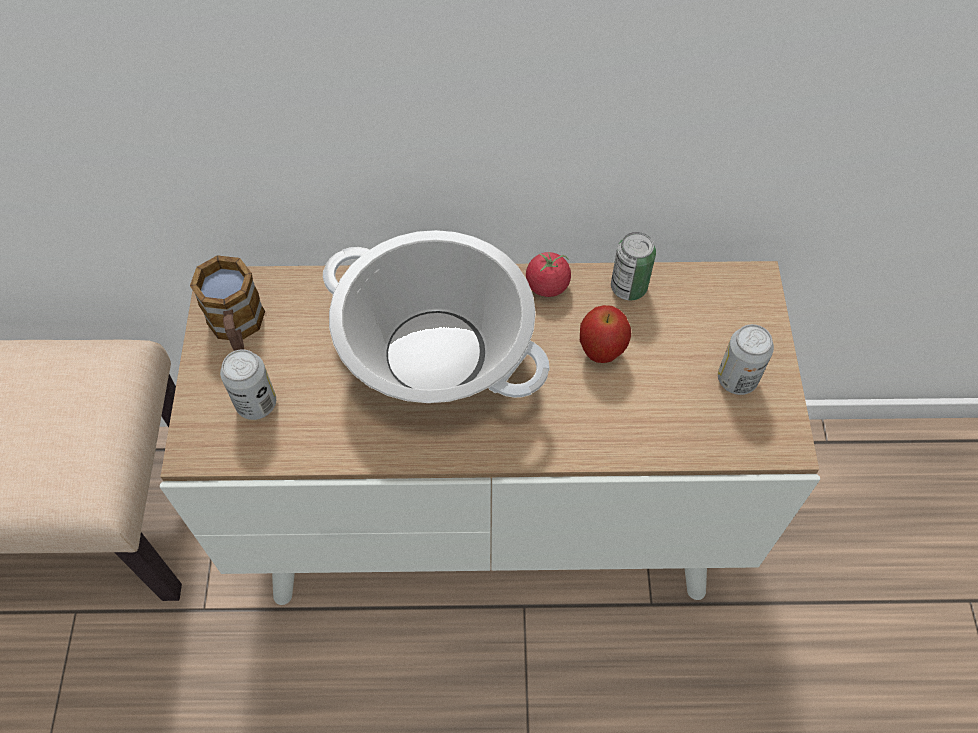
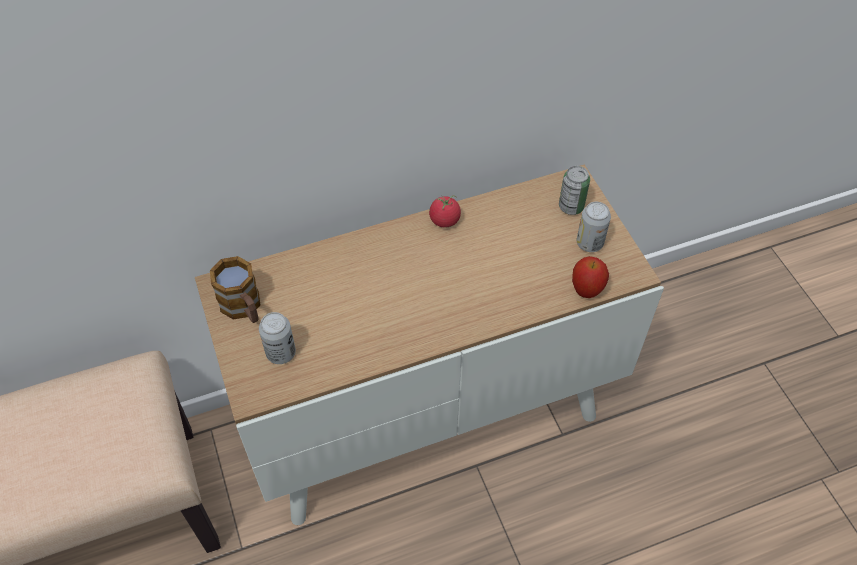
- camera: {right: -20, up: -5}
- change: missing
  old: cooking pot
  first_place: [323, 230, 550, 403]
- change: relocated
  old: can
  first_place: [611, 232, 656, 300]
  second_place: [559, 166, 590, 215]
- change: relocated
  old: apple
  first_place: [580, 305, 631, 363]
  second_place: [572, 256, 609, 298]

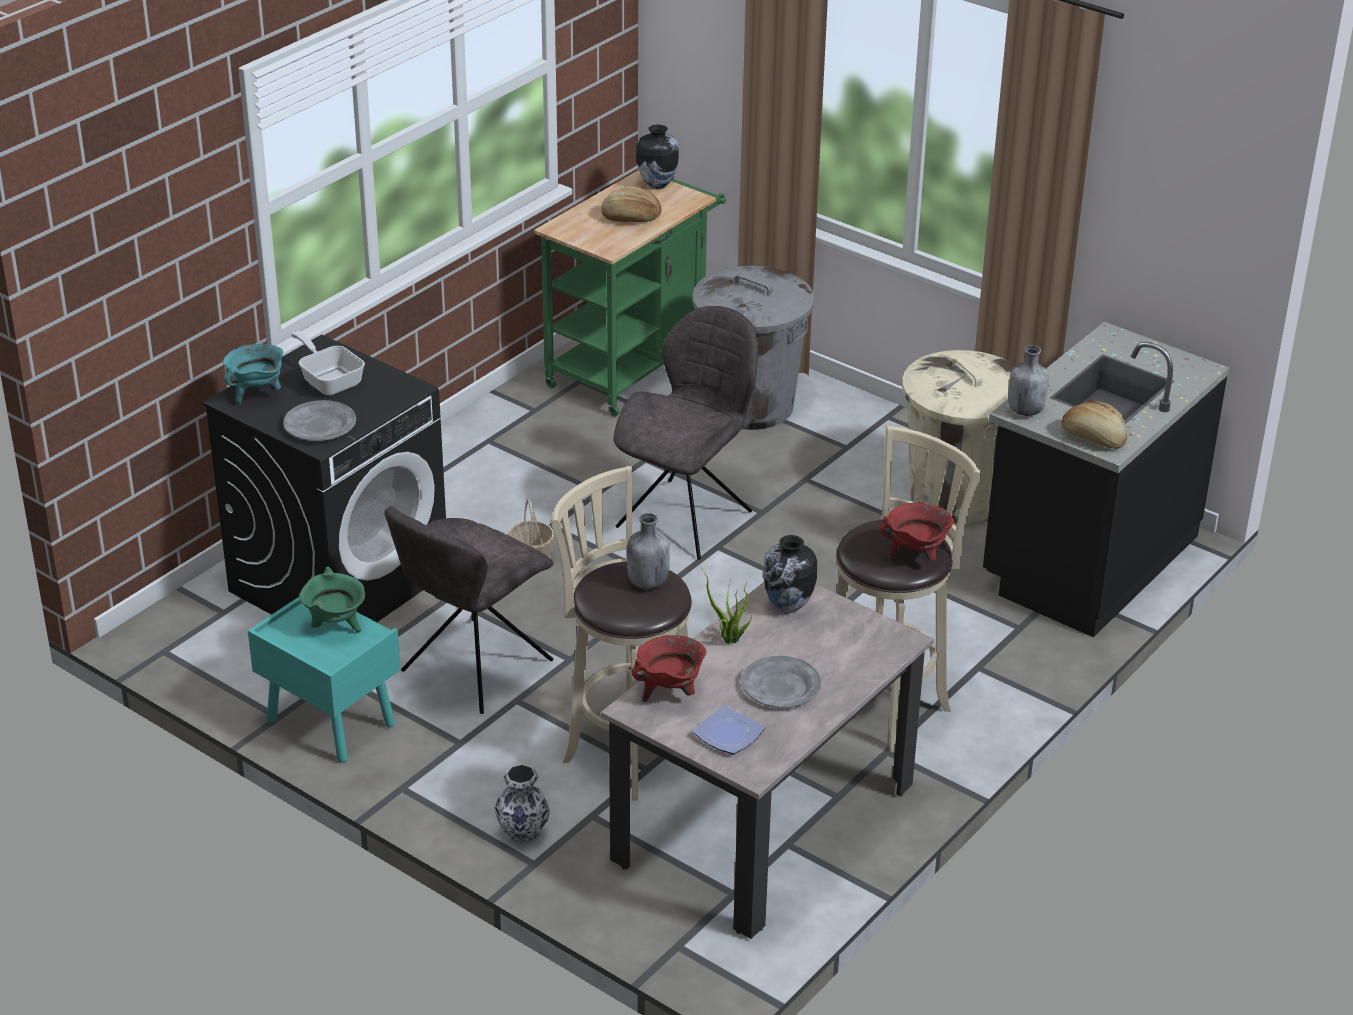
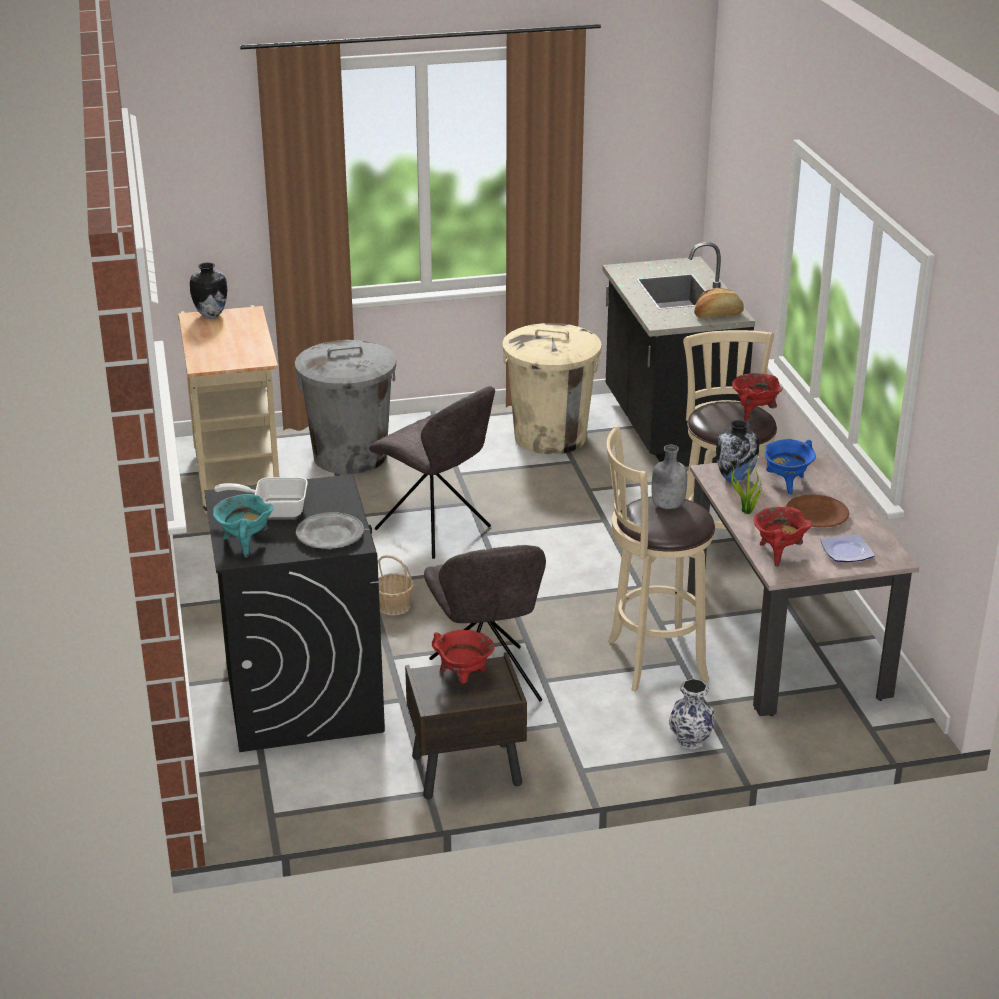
- camera: {right: -50, up: -5}
- change: colour
  old: green cart
  new: beige cart
  first_place: [534, 170, 726, 417]
  second_place: [178, 305, 279, 514]
- change: missing
  old: bread
  first_place: [601, 186, 662, 222]
- change: spun
  old: grey chair
  first_place: [613, 306, 758, 560]
  second_place: [369, 386, 495, 559]
  degrees: 150
- change: missing
  old: grey bottle
  first_place: [1008, 345, 1049, 416]
- change: colour
  old: green cooking pot
  new: red cooking pot
  first_place: [299, 566, 365, 632]
  second_place: [432, 630, 495, 683]
- change: colour
  old: turquoise nightstand
  new: brown nightstand
  first_place: [248, 597, 401, 763]
  second_place: [405, 652, 527, 799]
- change: colour
  old: grey plate
  new: brown plate
  first_place: [741, 656, 822, 708]
  second_place: [786, 495, 849, 528]
- change: appeared
  new: blue cooking pot
  second_place: [765, 439, 816, 494]

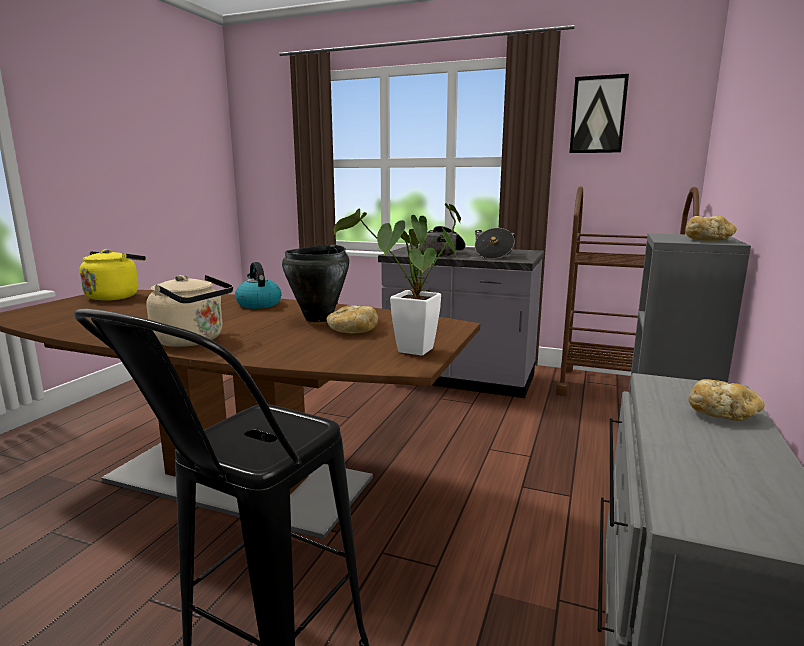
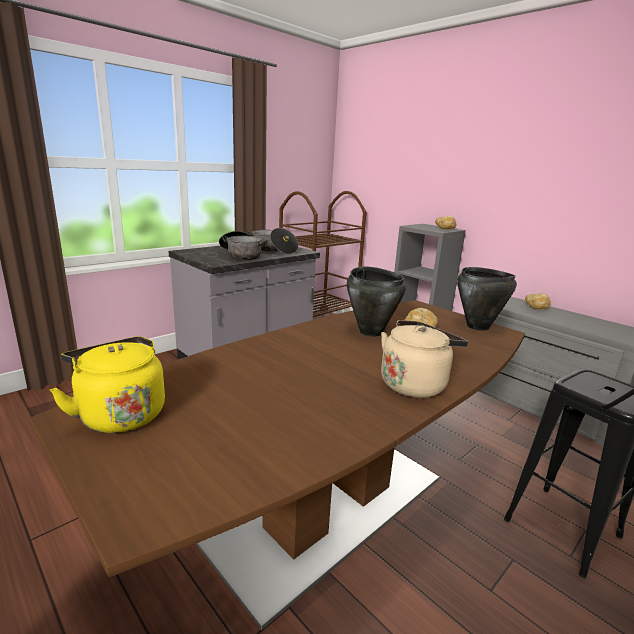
- camera: {right: -65, up: 5}
- change: missing
  old: picture
  first_place: [569, 74, 629, 153]
- change: exchanged
  old: potted plant
  new: black cooking pot
  first_place: [333, 203, 461, 356]
  second_place: [457, 267, 517, 331]
- change: missing
  old: kettle
  first_place: [235, 262, 282, 309]

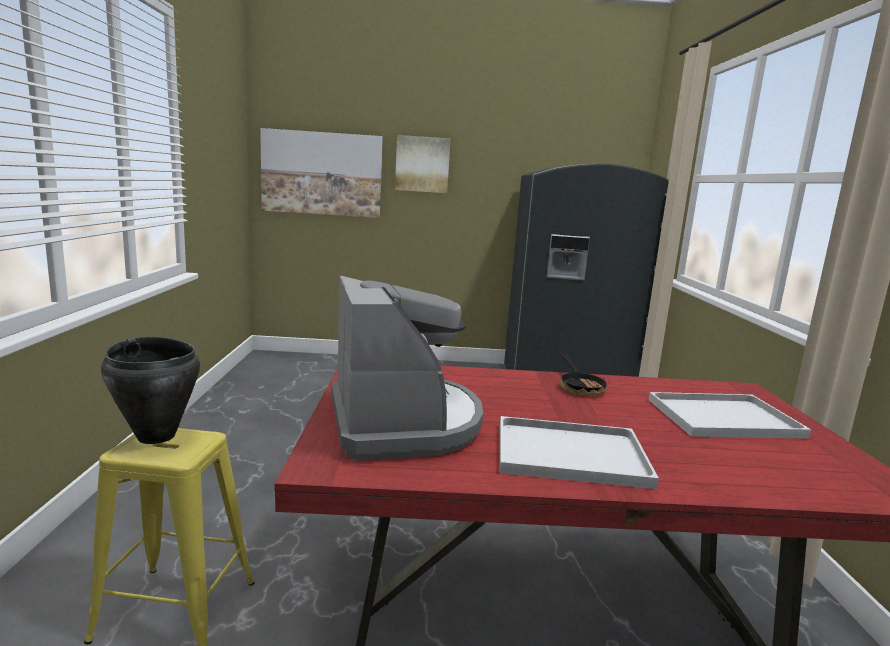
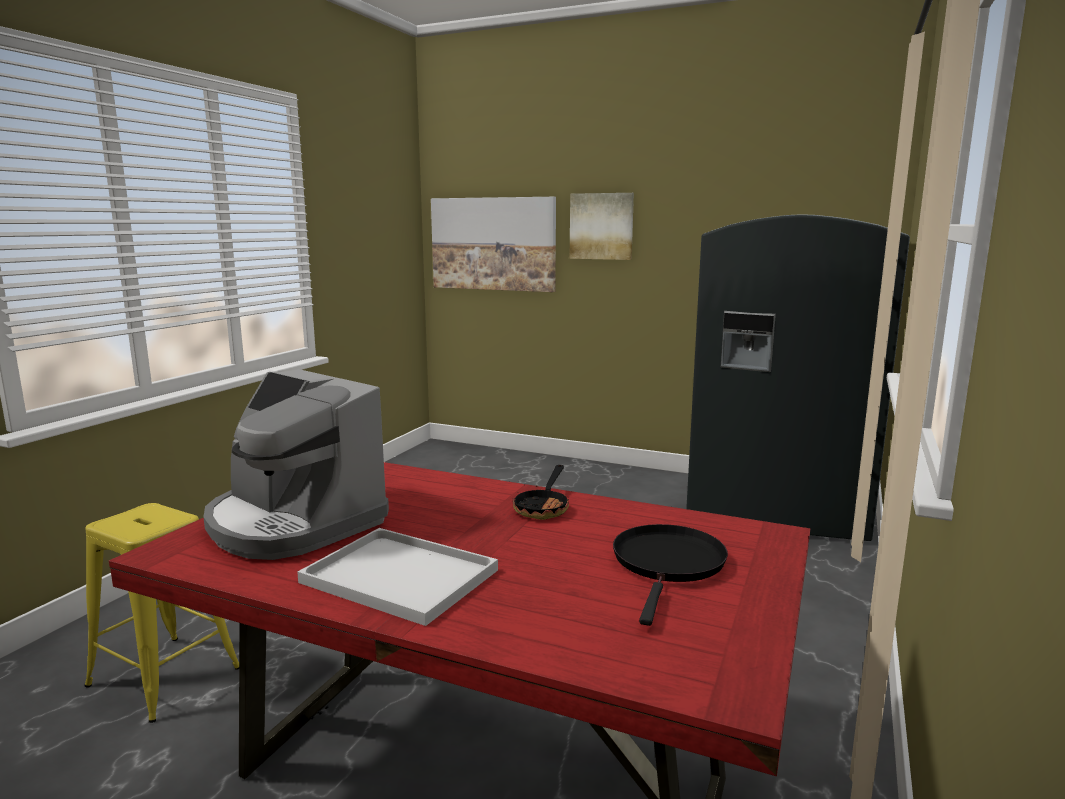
- camera: {right: 25, up: 0}
- change: spun
  old: coffee machine
  first_place: [331, 276, 483, 461]
  second_place: [203, 369, 389, 560]
  degrees: 120
- change: missing
  old: black cooking pot
  first_place: [101, 337, 200, 444]
- change: exchanged
  old: white tray
  new: black frying pan
  first_place: [648, 392, 811, 439]
  second_place: [613, 524, 728, 626]

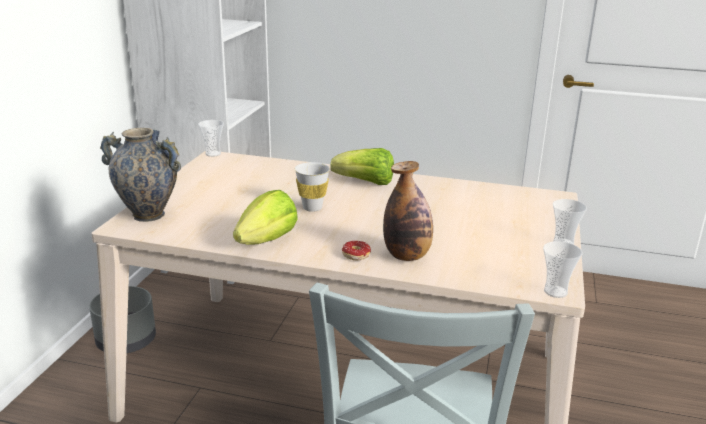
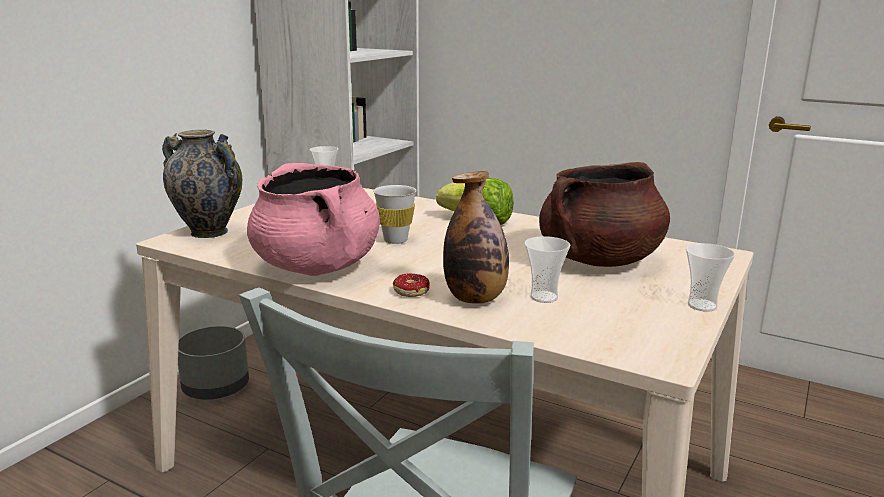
- camera: {right: 15, up: -5}
- change: exchanged
  old: lettuce
  new: pink cooking pot
  first_place: [233, 190, 298, 245]
  second_place: [247, 163, 380, 276]
- change: relocated
  old: cup
  first_place: [543, 241, 583, 298]
  second_place: [525, 236, 570, 303]
- change: appeared
  new: brown cooking pot
  second_place: [539, 162, 670, 267]

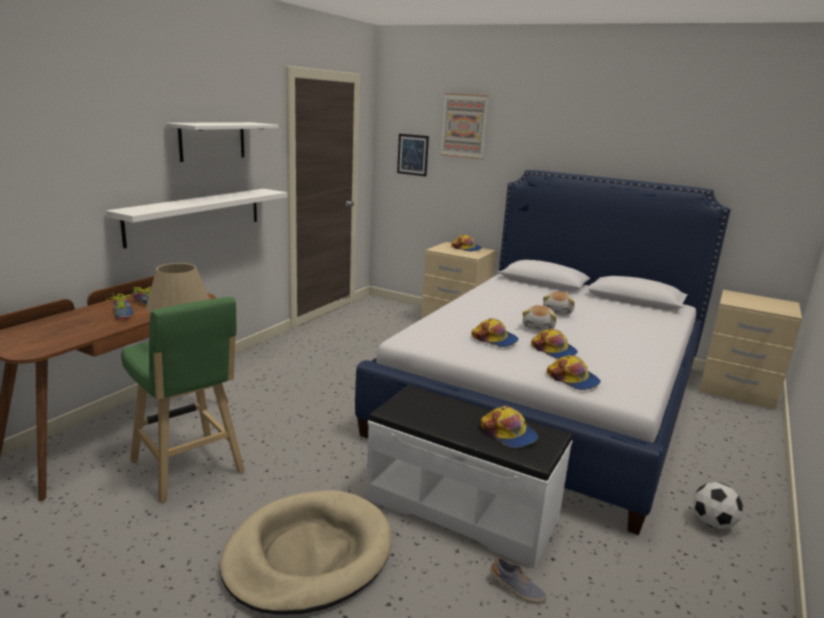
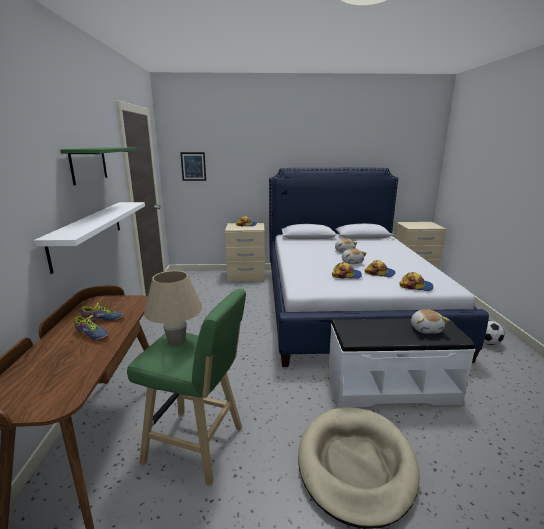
- camera: {right: -30, up: 0}
- change: missing
  old: picture
  first_place: [441, 93, 488, 159]
- change: colour
  old: white shelf
  new: green shelf
  first_place: [166, 122, 278, 162]
  second_place: [60, 147, 137, 185]
- change: exchanged
  old: cap
  new: plush toy
  first_place: [481, 406, 538, 448]
  second_place: [411, 309, 450, 334]
- change: missing
  old: shoe
  first_place: [490, 557, 546, 604]

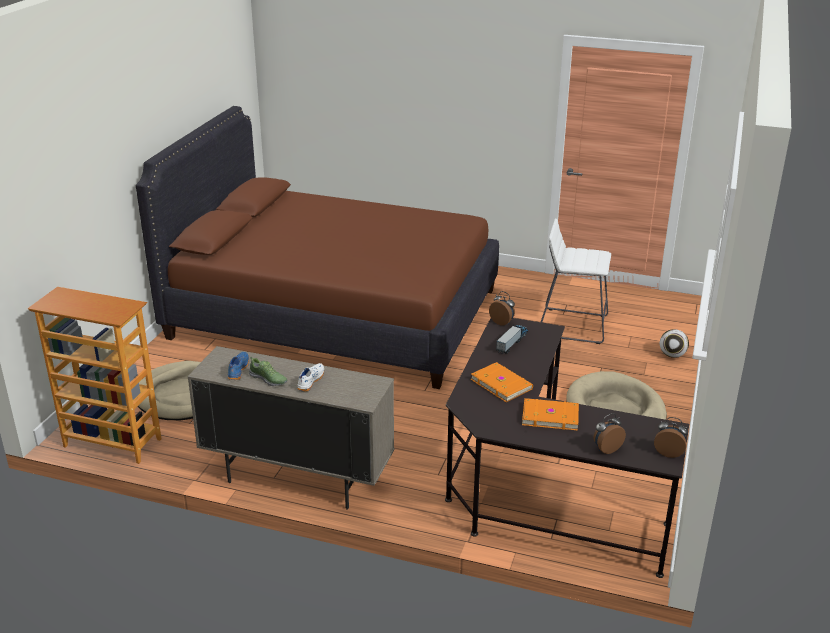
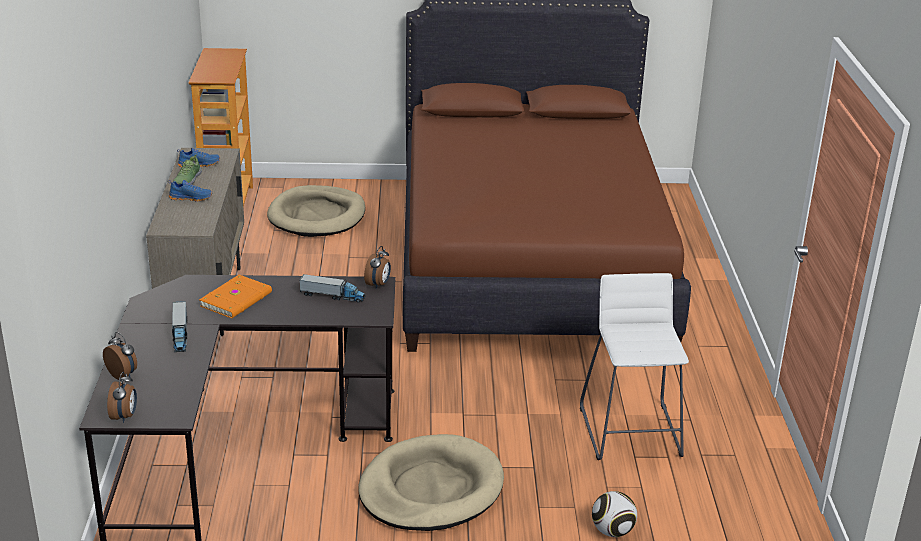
- camera: {right: 70, up: 0}
- change: colour
  old: white shoe
  new: blue shoe
  first_place: [297, 363, 324, 392]
  second_place: [168, 180, 212, 202]
- change: exchanged
  old: orange book
  new: toy truck
  first_place: [522, 398, 579, 430]
  second_place: [172, 301, 187, 352]

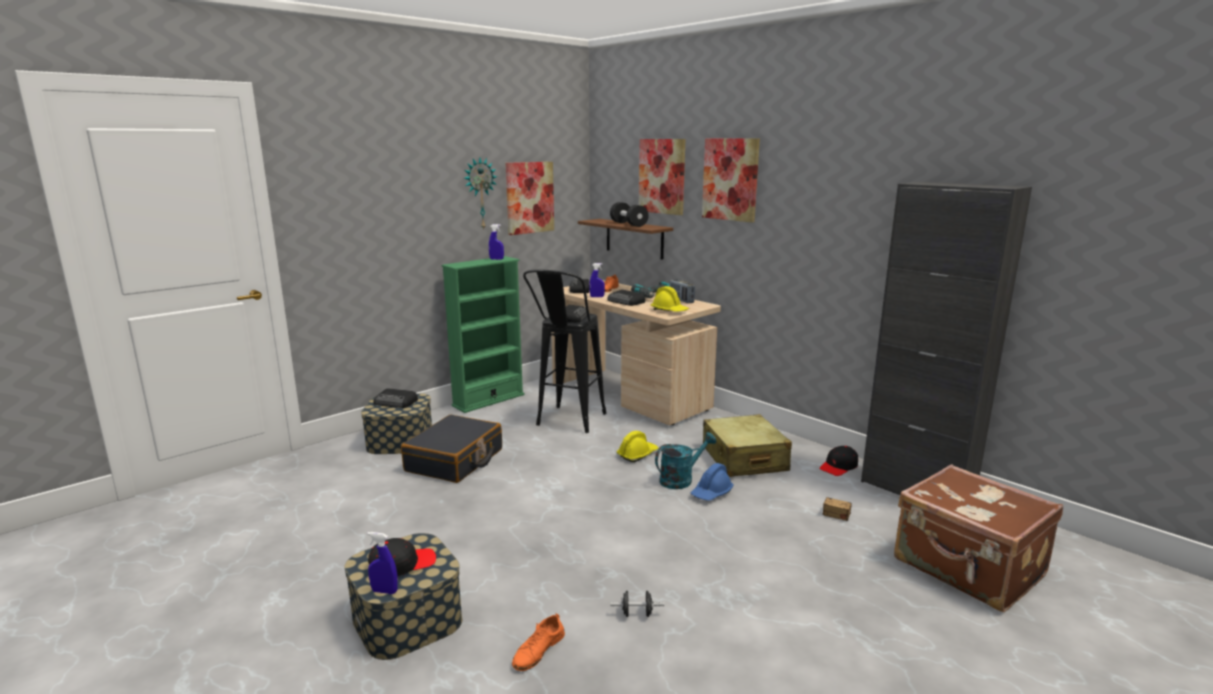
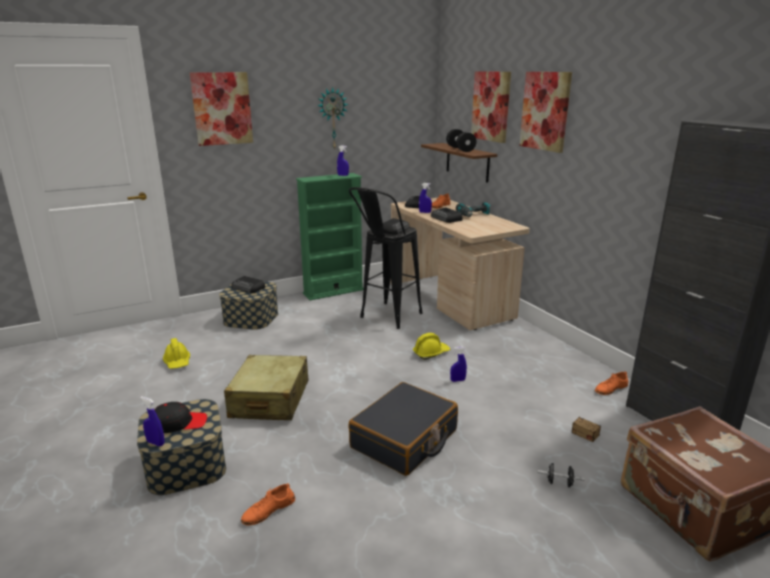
- camera: {right: 15, up: 5}
- change: relocated
  old: picture
  first_place: [506, 162, 554, 235]
  second_place: [190, 72, 253, 146]
- change: missing
  old: radio
  first_place: [669, 279, 695, 303]
- change: relocated
  old: yellow hard hat
  first_place: [651, 286, 689, 312]
  second_place: [163, 338, 190, 369]
- change: relocated
  old: beige suitcase
  first_place: [703, 414, 792, 477]
  second_place: [224, 355, 309, 420]
- change: relocated
  old: black suitcase
  first_place: [401, 415, 502, 483]
  second_place: [348, 382, 458, 476]
- change: exchanged
  old: turquoise watering can
  new: blue spray bottle
  first_place: [655, 432, 716, 489]
  second_place: [450, 347, 467, 382]
- change: exchanged
  old: black cap
  new: orange shoe
  first_place: [819, 446, 858, 476]
  second_place: [595, 371, 628, 395]
- change: missing
  old: blue hard hat
  first_place: [691, 463, 734, 501]
- change: relocated
  old: black dumbbell
  first_place: [610, 591, 664, 617]
  second_place: [538, 463, 585, 487]

